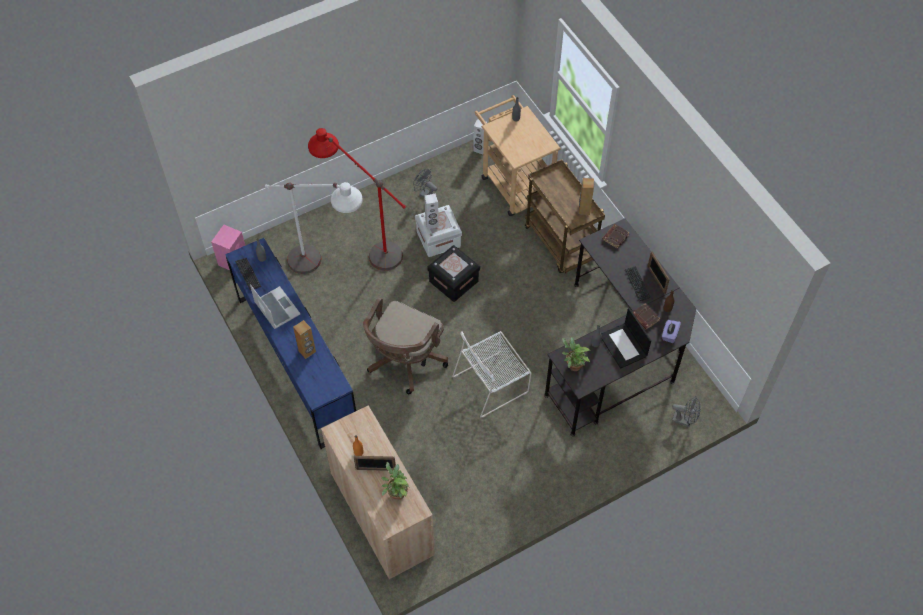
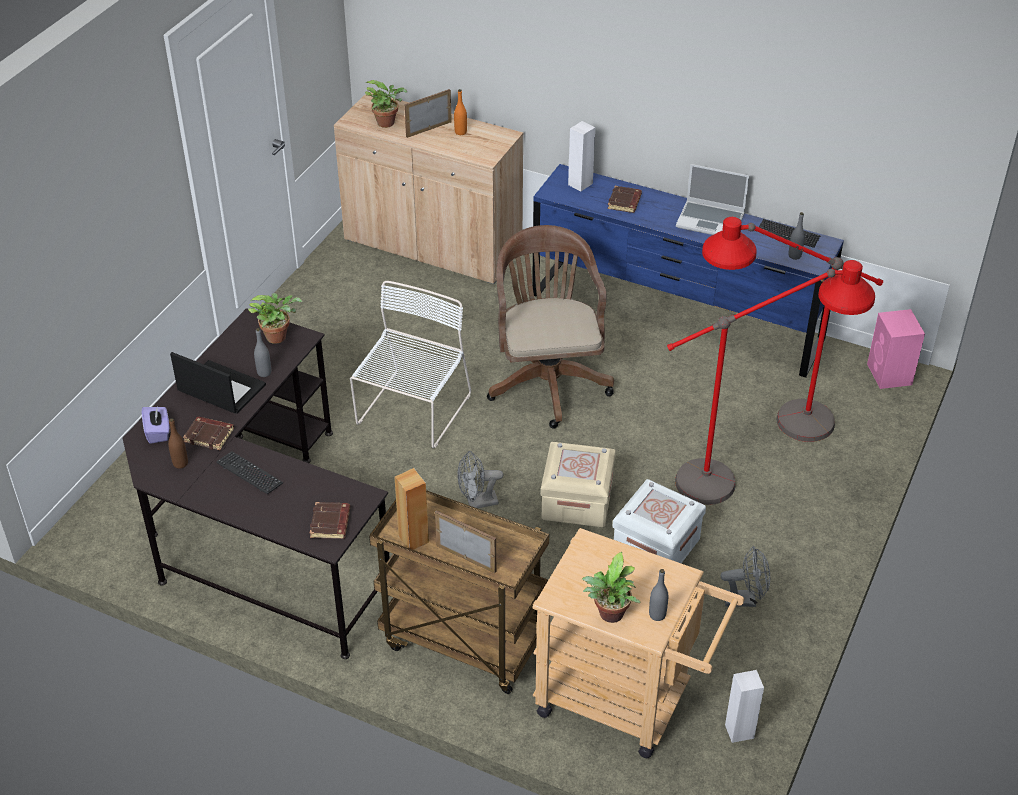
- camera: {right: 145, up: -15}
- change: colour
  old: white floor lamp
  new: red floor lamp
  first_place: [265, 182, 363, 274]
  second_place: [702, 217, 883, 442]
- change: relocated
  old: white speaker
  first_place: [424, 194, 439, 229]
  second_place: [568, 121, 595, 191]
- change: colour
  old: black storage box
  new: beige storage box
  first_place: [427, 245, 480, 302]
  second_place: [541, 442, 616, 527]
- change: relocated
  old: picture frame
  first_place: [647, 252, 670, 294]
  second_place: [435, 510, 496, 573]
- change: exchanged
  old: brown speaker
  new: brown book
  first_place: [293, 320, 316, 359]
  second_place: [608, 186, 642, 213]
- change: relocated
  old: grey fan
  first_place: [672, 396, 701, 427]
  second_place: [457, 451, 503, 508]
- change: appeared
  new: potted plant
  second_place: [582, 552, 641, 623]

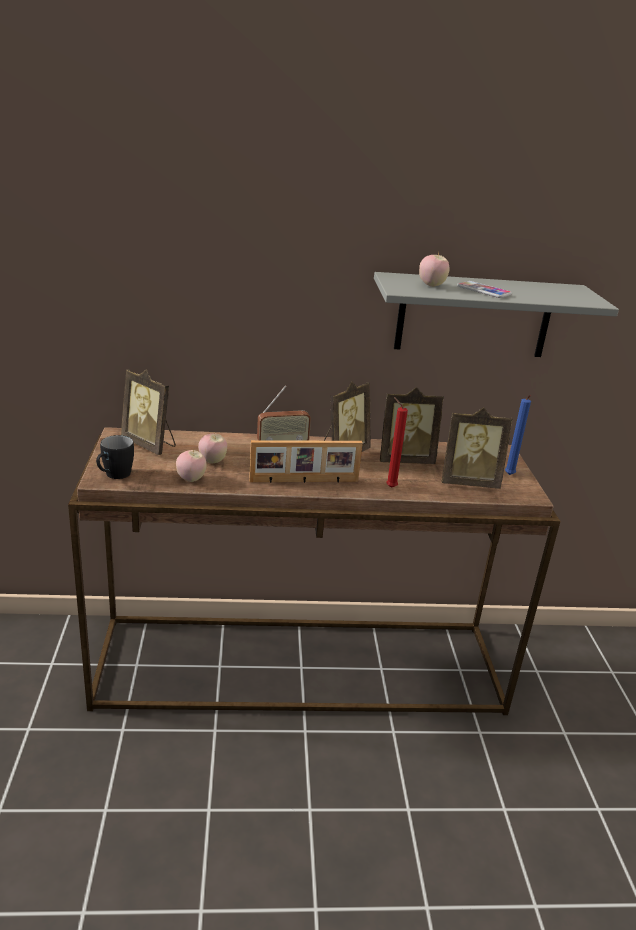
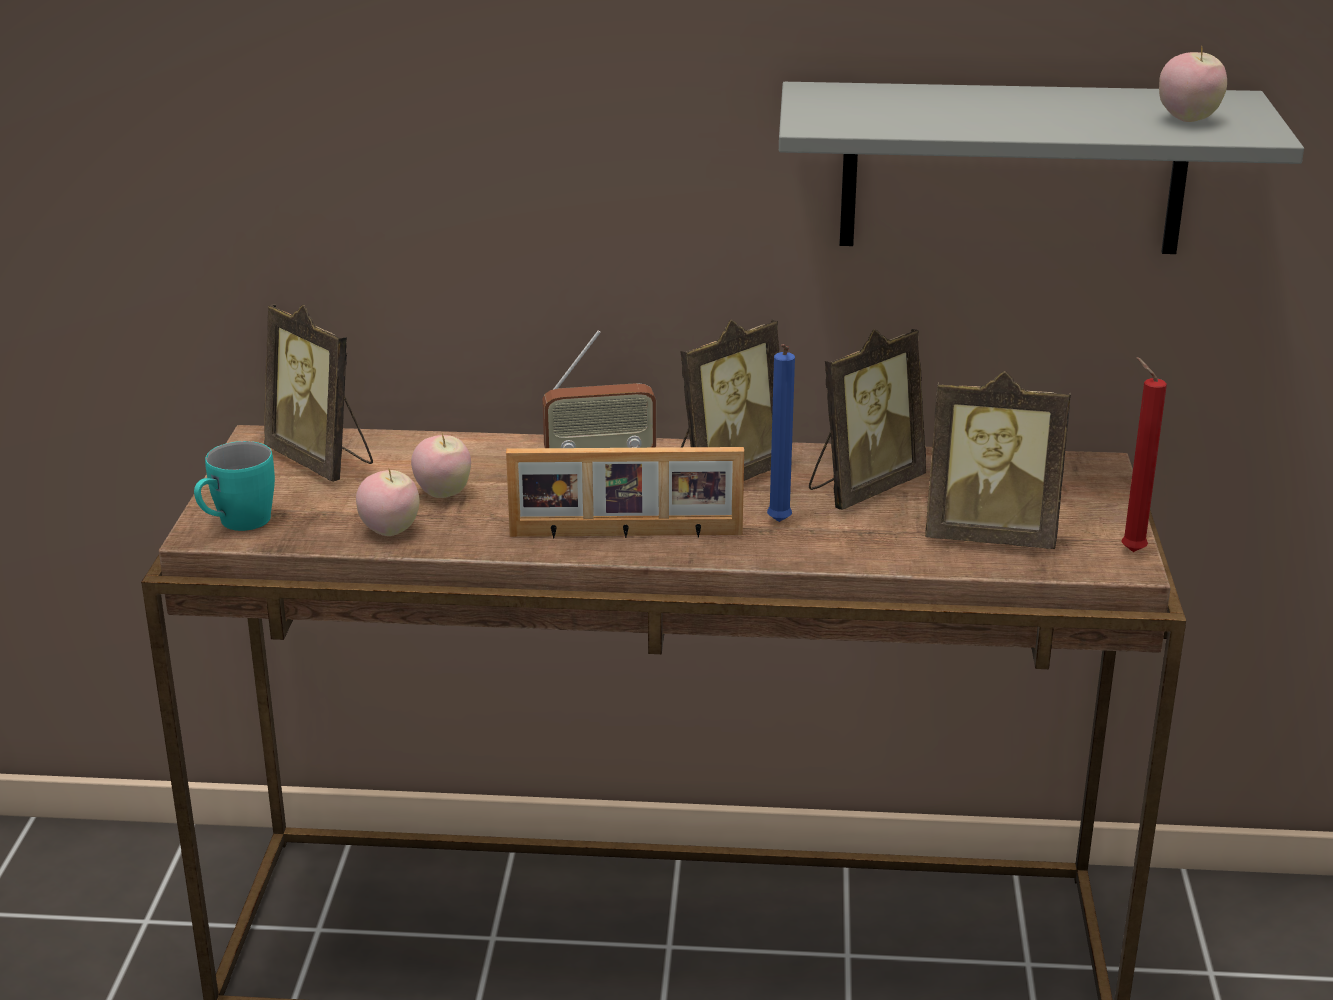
- camera: {right: 10, up: 0}
- change: relocated
  old: apple
  first_place: [419, 252, 450, 287]
  second_place: [1159, 45, 1227, 122]
- change: missing
  old: phone
  first_place: [457, 281, 512, 298]
- change: spun
  old: picture frame
  first_place: [380, 387, 444, 464]
  second_place: [809, 329, 926, 510]
  degrees: -45
- change: relocated
  old: blue candle
  first_place: [505, 395, 531, 475]
  second_place: [767, 344, 795, 522]
- change: relocated
  old: red candle
  first_place: [386, 397, 408, 488]
  second_place: [1121, 357, 1167, 552]
- change: colour
  old: black mug
  new: turquoise mug
  first_place: [96, 435, 134, 479]
  second_place: [194, 441, 275, 531]

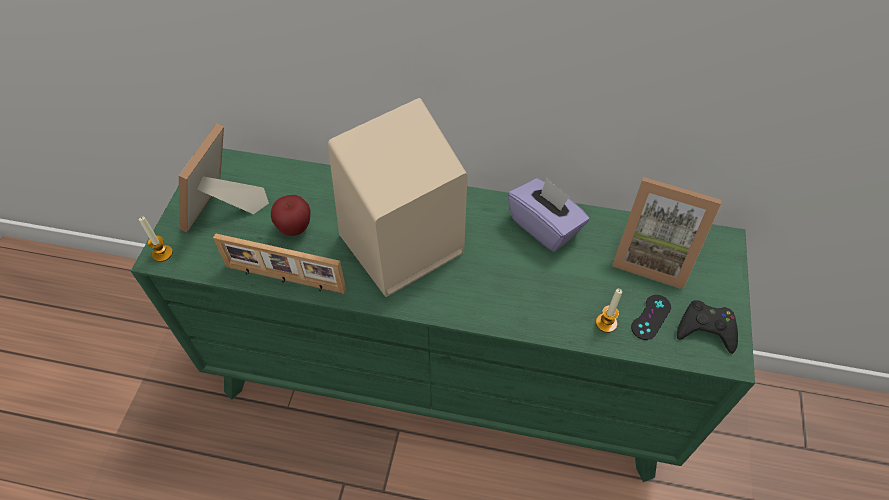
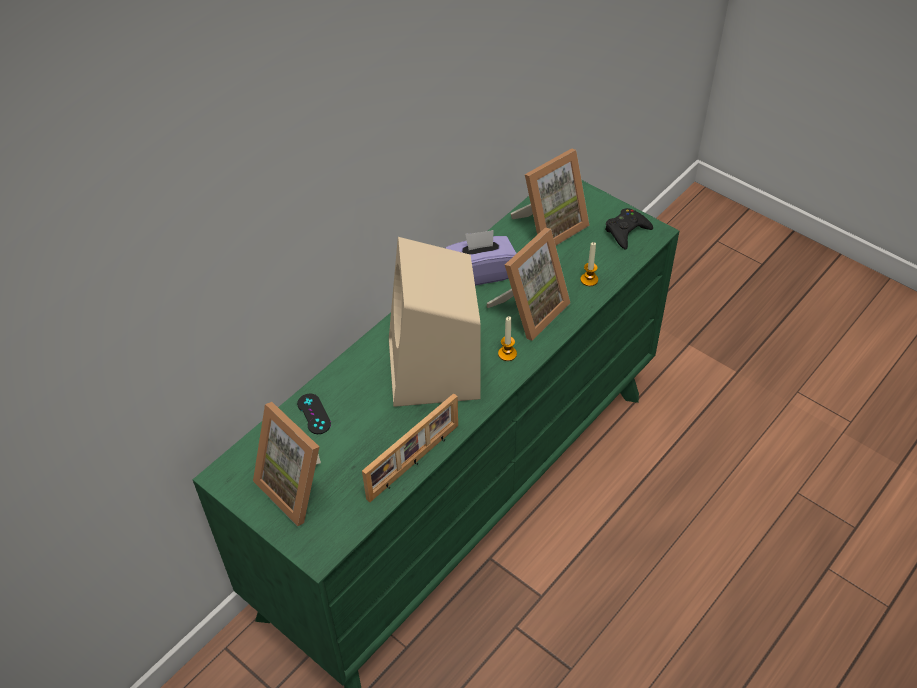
- camera: {right: -60, up: -5}
- change: missing
  old: apple
  first_place: [271, 195, 310, 236]
- change: relocated
  old: candle
  first_place: [139, 217, 173, 262]
  second_place: [498, 316, 517, 361]
- change: relocated
  old: black game controller
  first_place: [631, 295, 671, 340]
  second_place: [297, 394, 331, 434]
- change: appeared
  new: picture frame
  second_place: [487, 228, 570, 341]

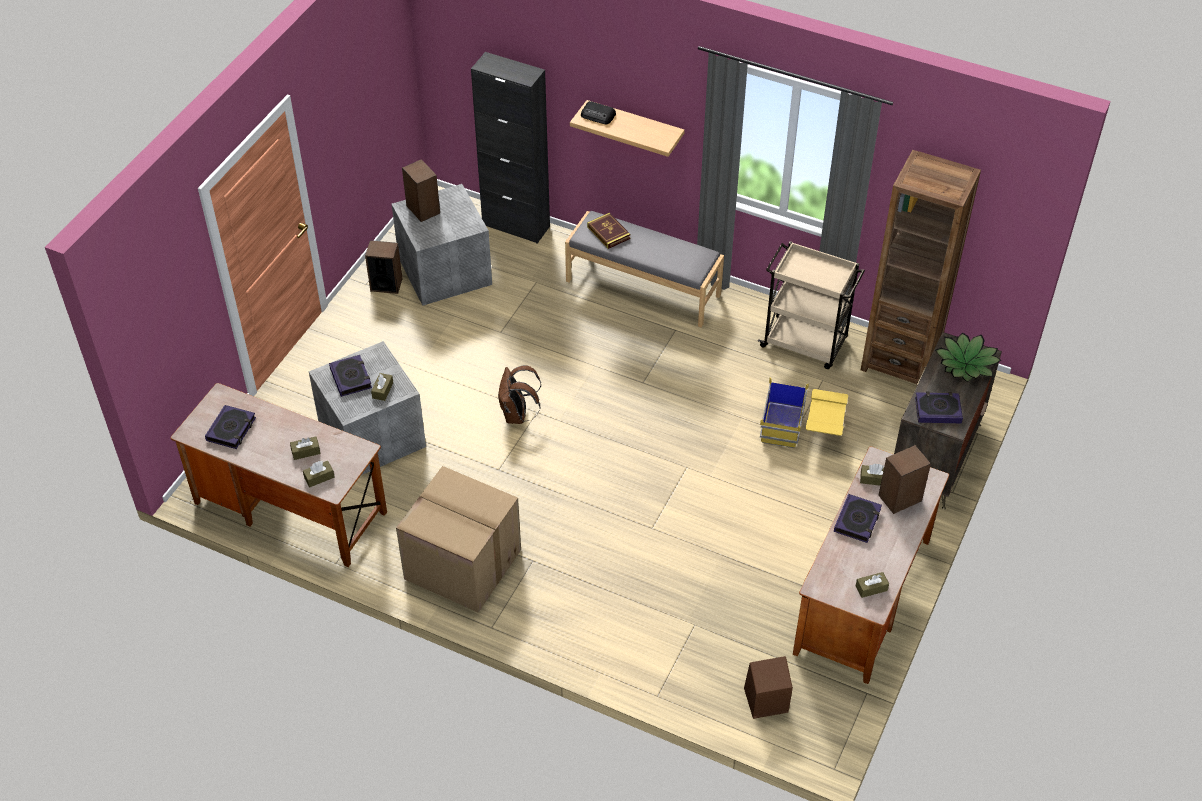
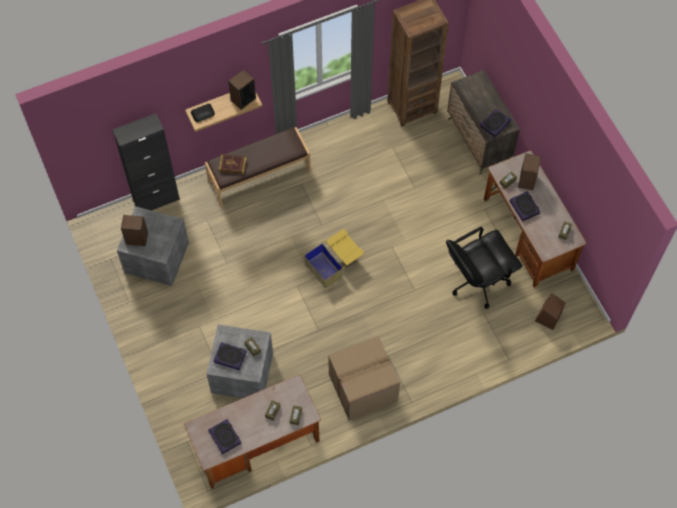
- camera: {right: -50, up: 15}
- change: colour
  old: grey bench
  new: brown bench
  first_place: [565, 211, 724, 327]
  second_place: [205, 127, 311, 207]
- change: relocated
  old: speaker
  first_place: [365, 240, 403, 294]
  second_place: [228, 69, 256, 110]
- change: missing
  old: beige cart
  first_place: [758, 241, 865, 369]
- change: missing
  old: potted plant
  first_place: [935, 333, 1001, 382]
- change: missing
  old: brown backpack
  first_place: [498, 365, 541, 424]
- change: relocated
  old: yellow storage box
  first_place: [760, 378, 848, 448]
  second_place: [302, 229, 364, 288]
- change: appeared
  new: black office chair
  second_place: [446, 227, 522, 309]

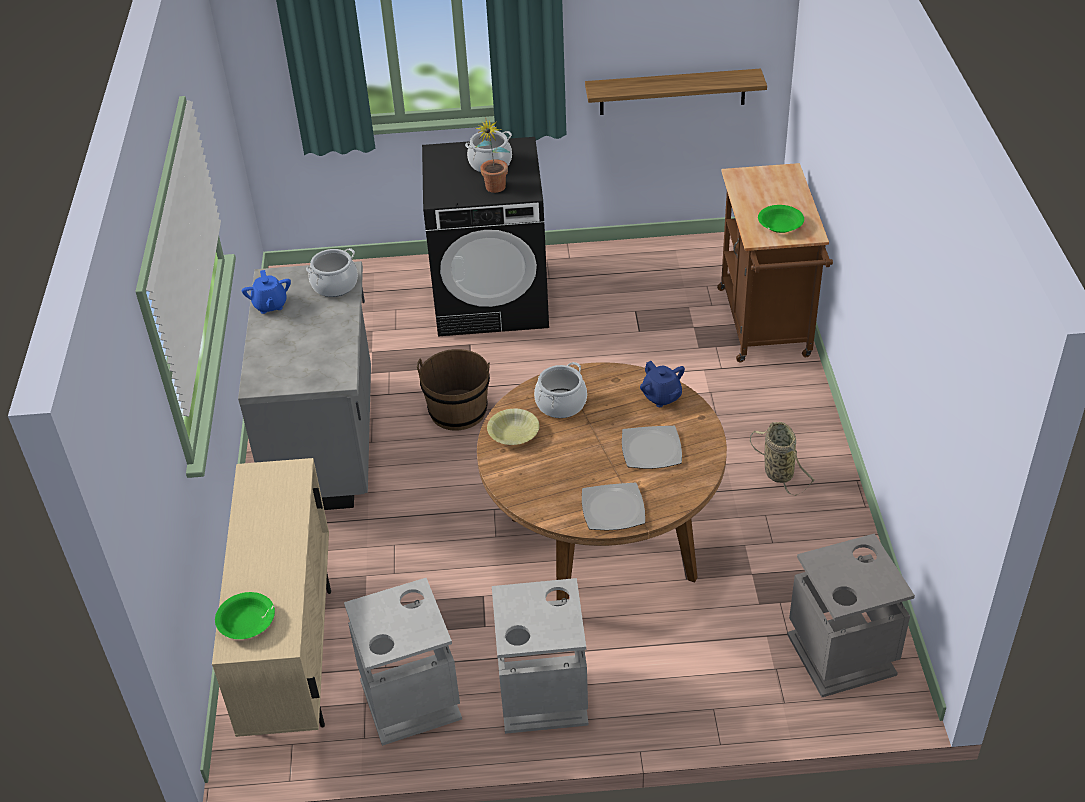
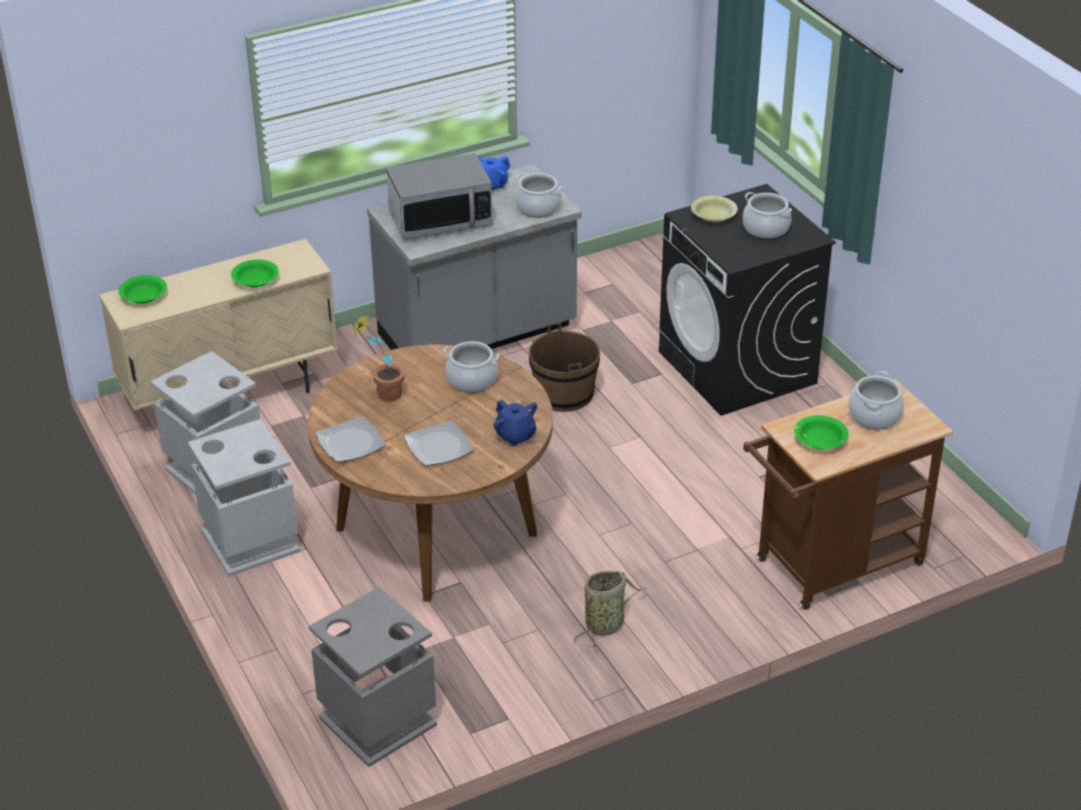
- camera: {right: 65, up: -5}
- change: missing
  old: shelf
  first_place: [585, 69, 767, 115]
- change: relocated
  old: potted plant
  first_place: [474, 120, 510, 193]
  second_place: [350, 314, 405, 402]
- change: spun
  old: blue teapot
  first_place: [640, 361, 685, 407]
  second_place: [493, 399, 537, 446]
  degrees: -75
- change: relocated
  old: yellow bowl
  first_place: [487, 409, 539, 445]
  second_place: [691, 196, 738, 222]
- change: appeared
  new: microwave
  second_place: [386, 153, 493, 240]
- change: appeared
  new: green bowl
  second_place: [231, 259, 279, 287]
- change: appeared
  new: cooking pot
  second_place: [848, 371, 904, 430]

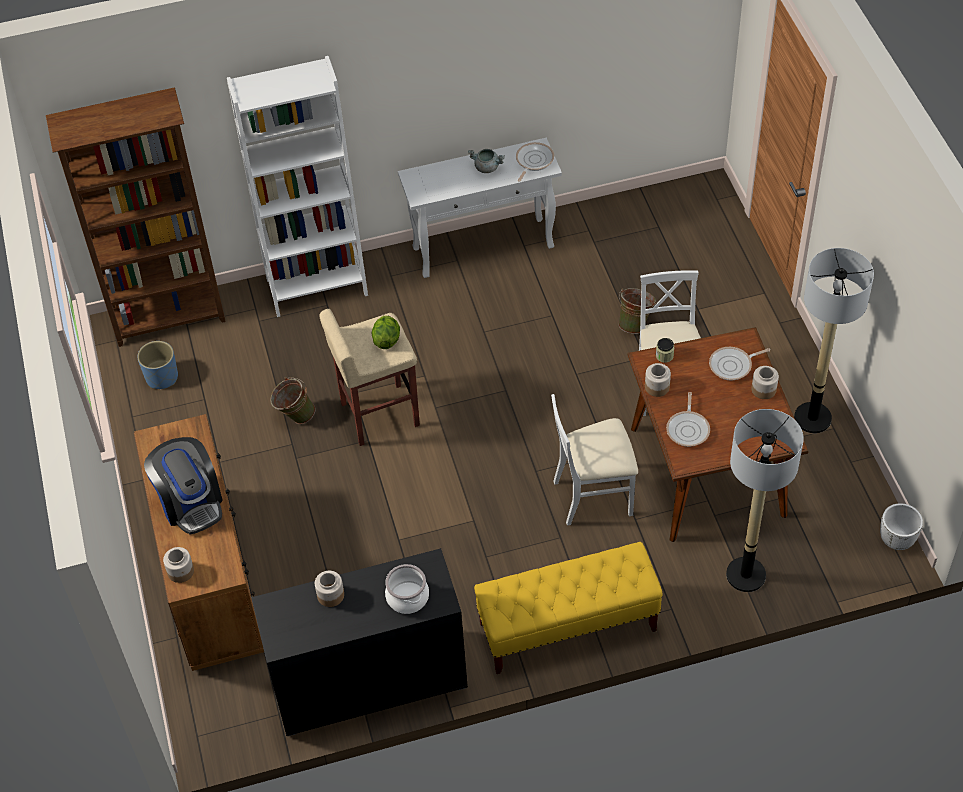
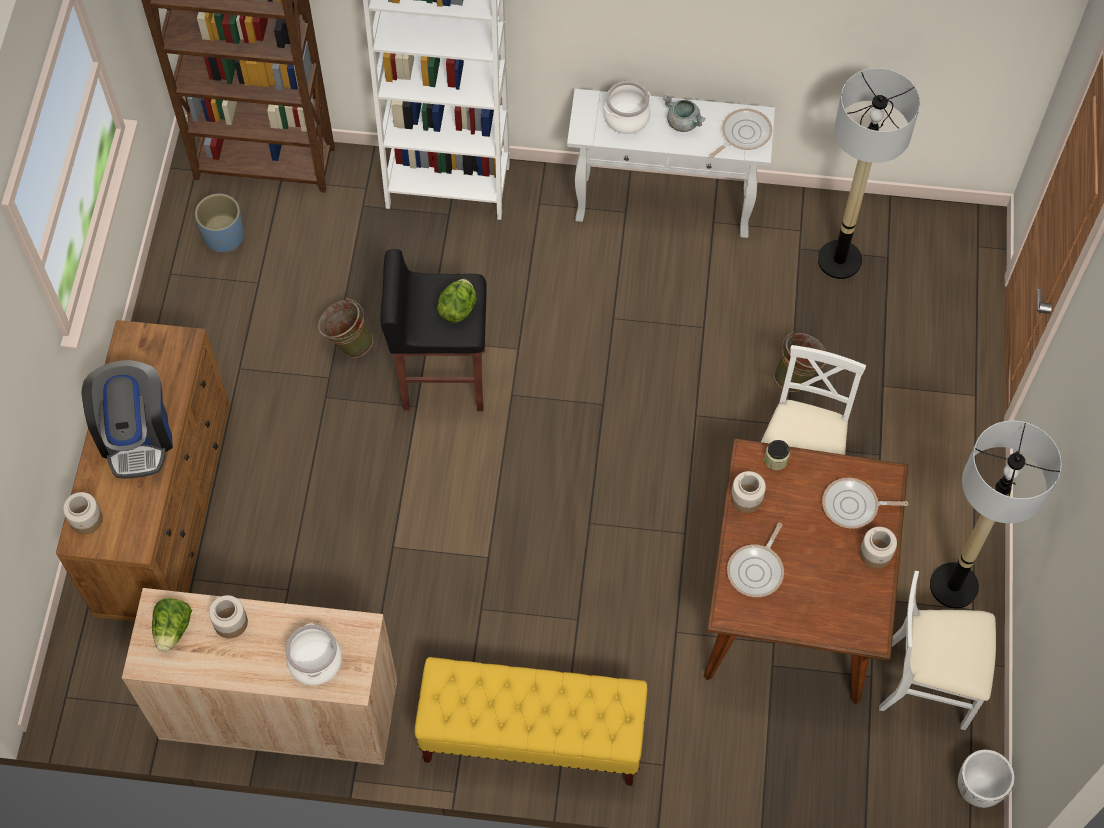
- camera: {right: 20, up: 10}
- change: colour
  old: beige stool
  new: black stool
  first_place: [320, 309, 420, 446]
  second_place: [381, 249, 487, 411]
- change: relocated
  old: white chair
  first_place: [551, 394, 638, 526]
  second_place: [879, 571, 996, 730]
- change: relocated
  old: floor lamp
  first_place: [726, 409, 804, 592]
  second_place: [818, 68, 920, 279]
- change: colour
  old: black cabinet
  new: beige cabinet
  first_place: [251, 548, 468, 736]
  second_place: [122, 588, 397, 765]
- change: appeared
  new: cooking pot
  second_place: [604, 81, 651, 134]
- change: appeared
  new: lettuce
  second_place: [152, 598, 192, 652]

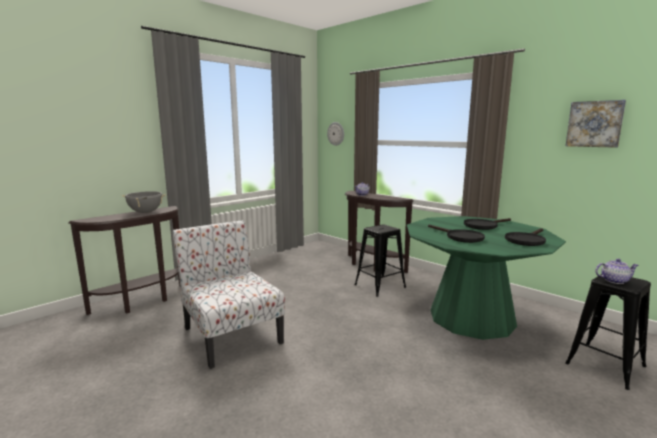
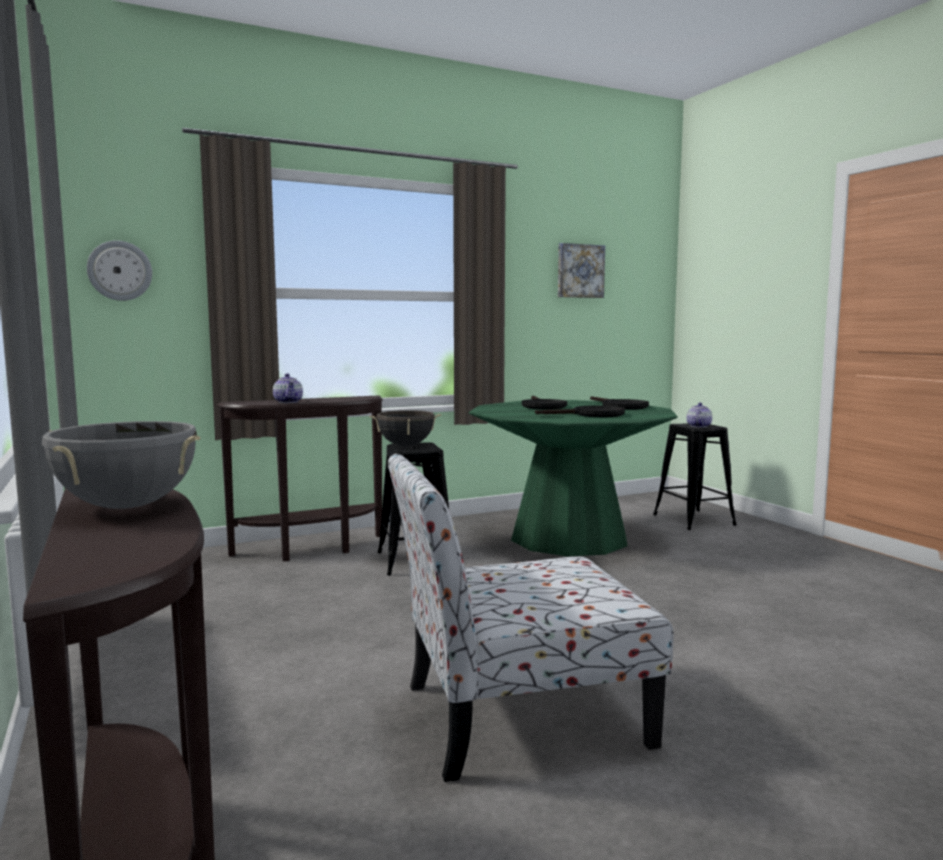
- camera: {right: -70, up: -5}
- change: appeared
  new: black cooking pot
  second_place: [369, 410, 441, 446]

